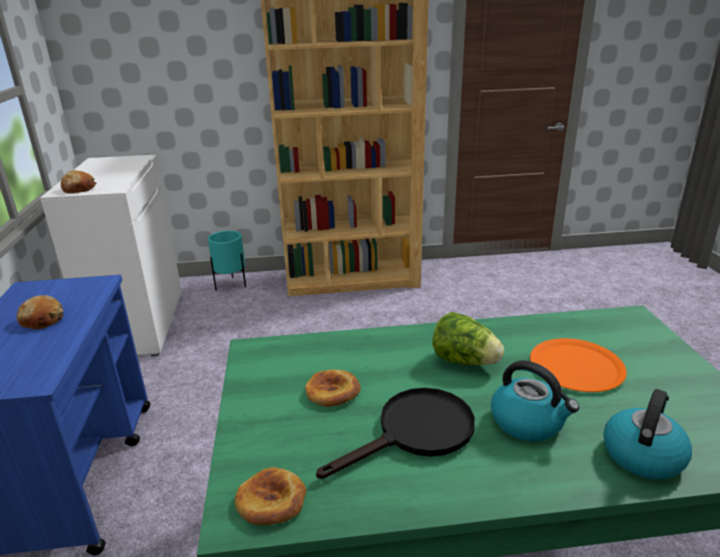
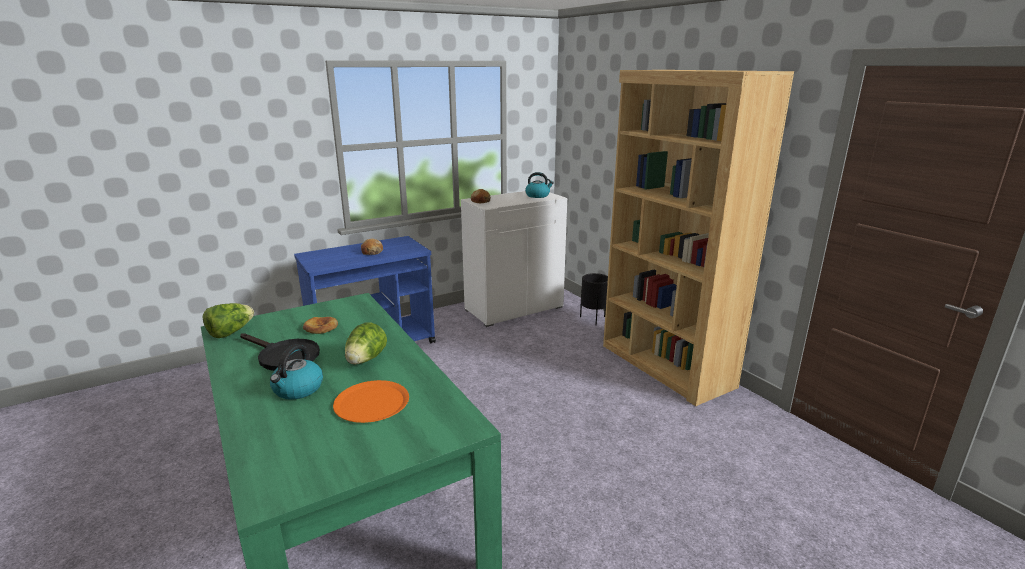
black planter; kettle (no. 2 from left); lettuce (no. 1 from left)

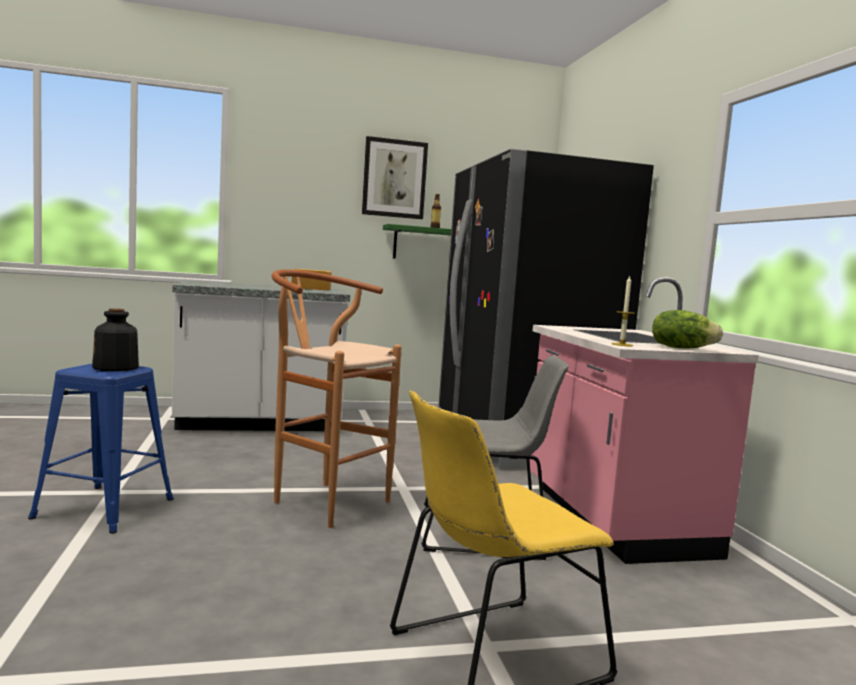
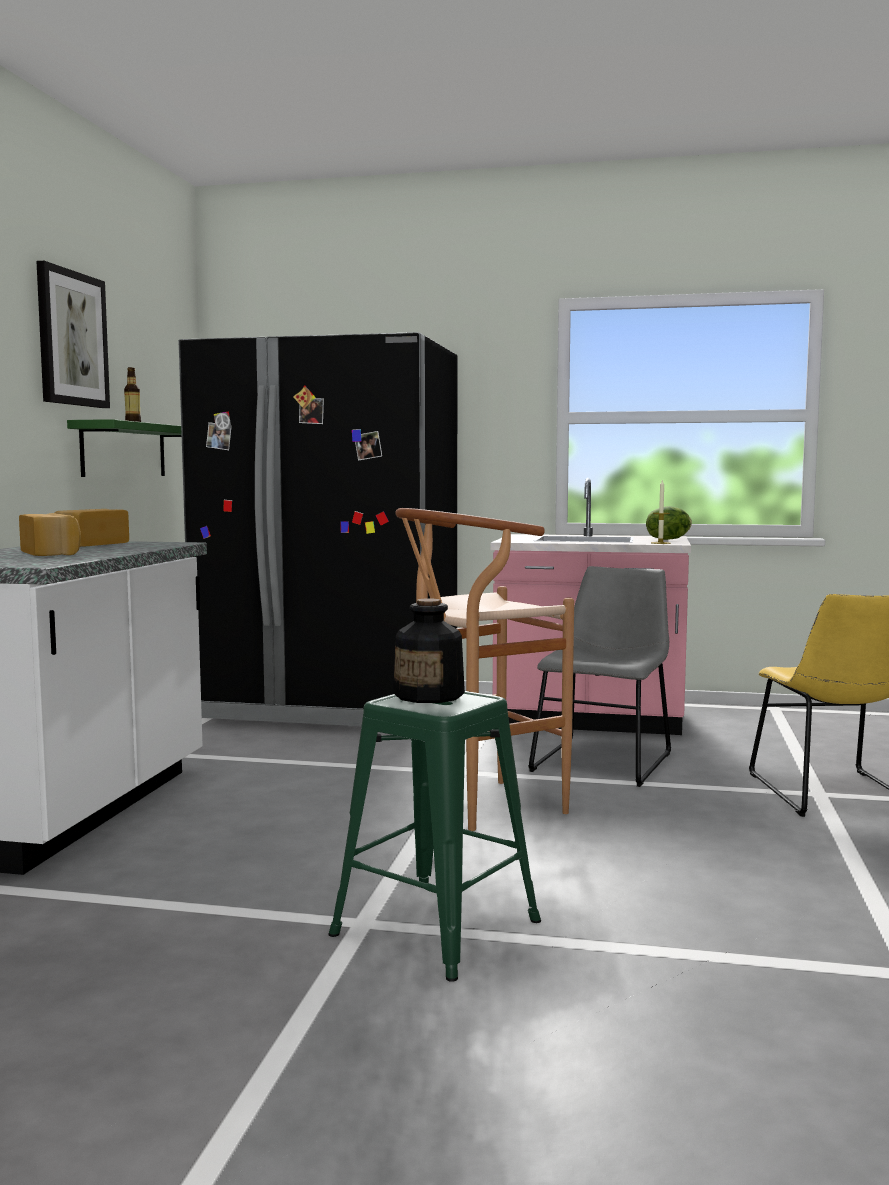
green stool; bread (no. 1 from left)

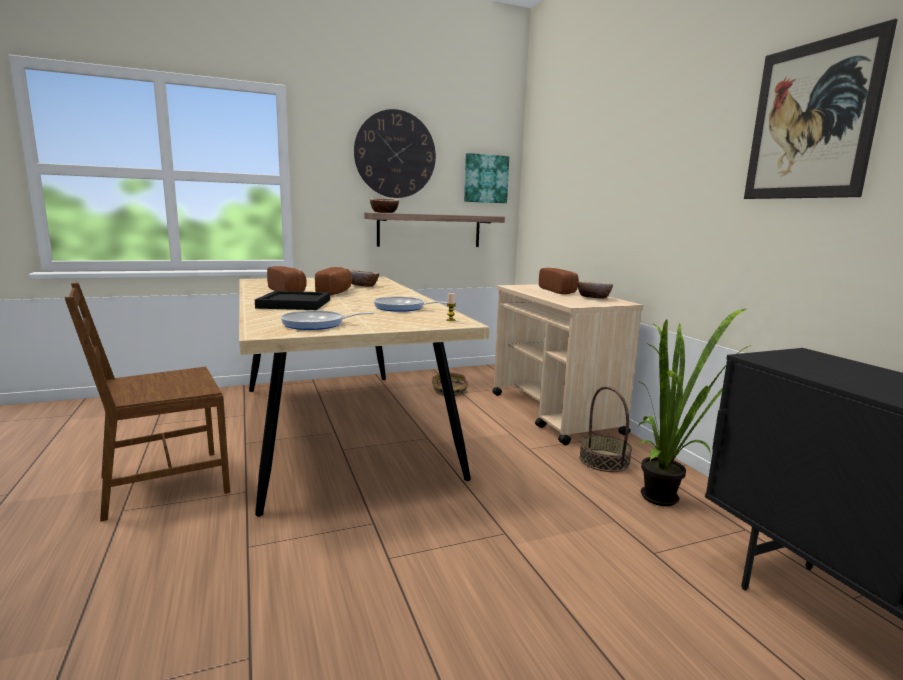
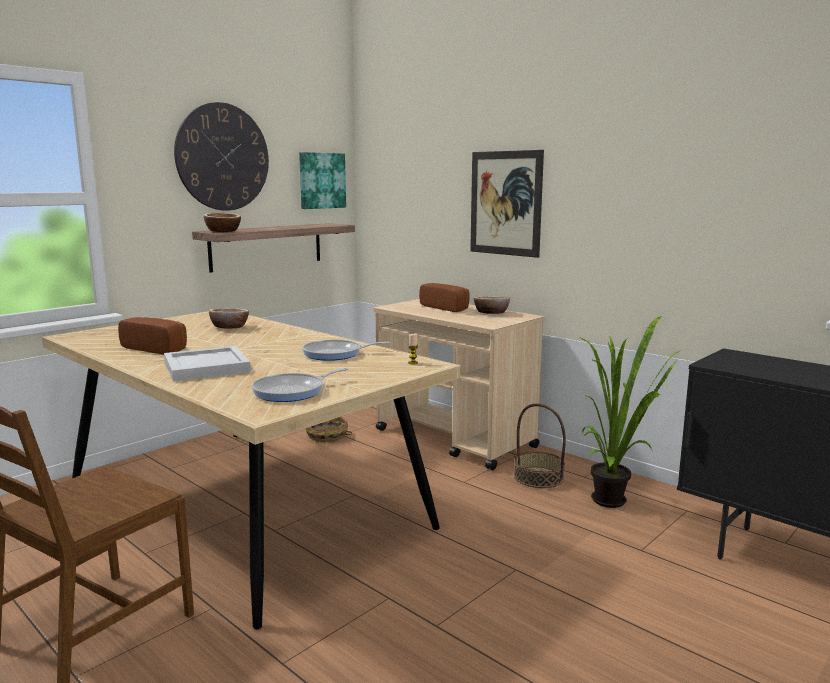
picture (no. 2 from left); bread (no. 2 from left in the first image); white tray

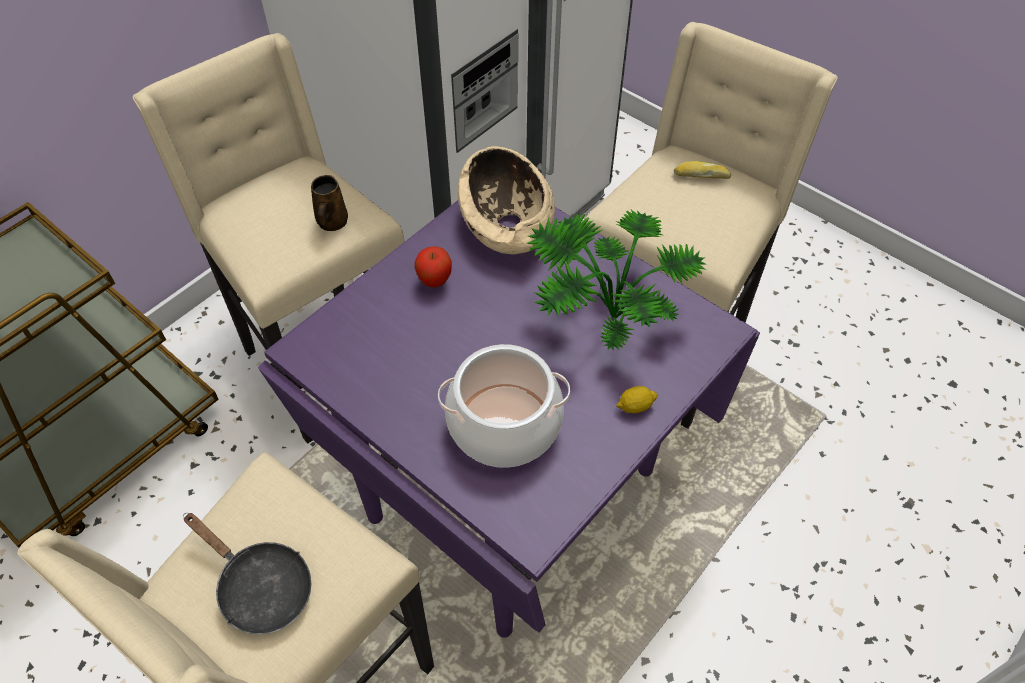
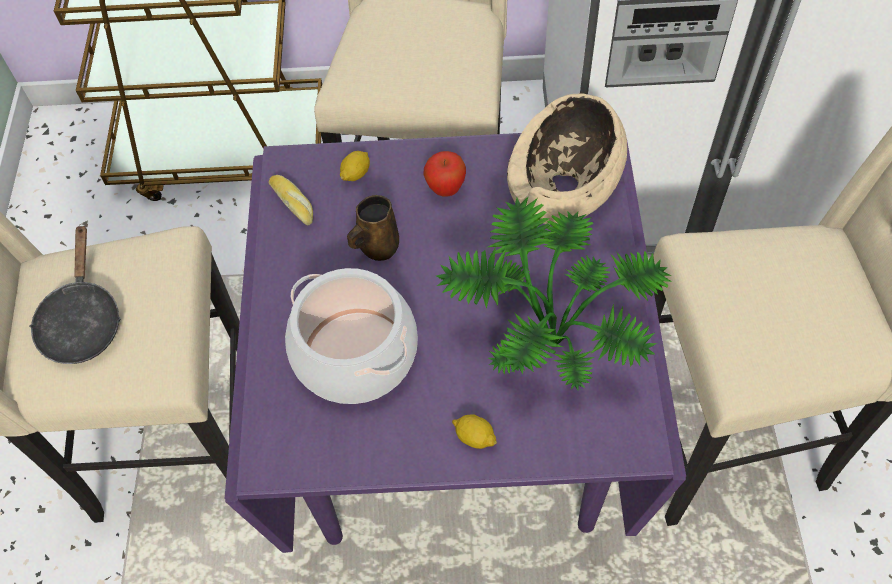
bread; brown mug; lemon (no. 1 from left)

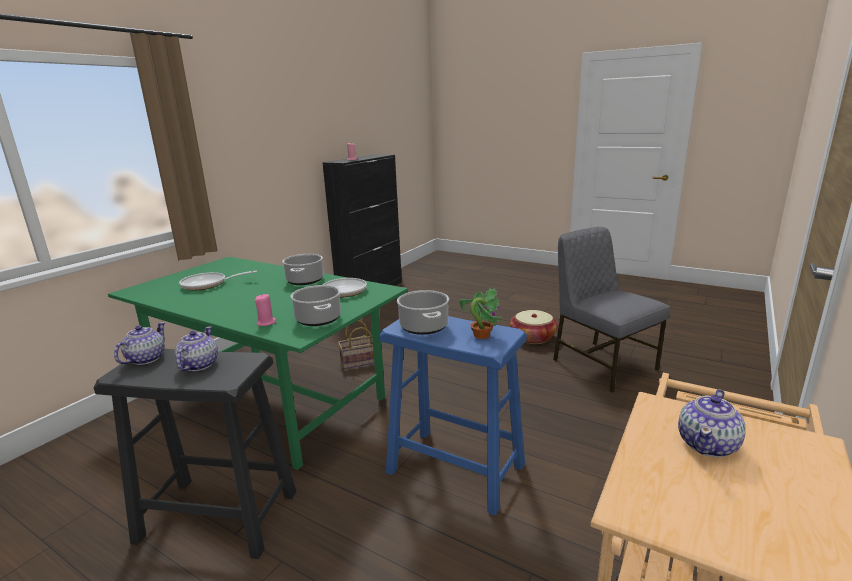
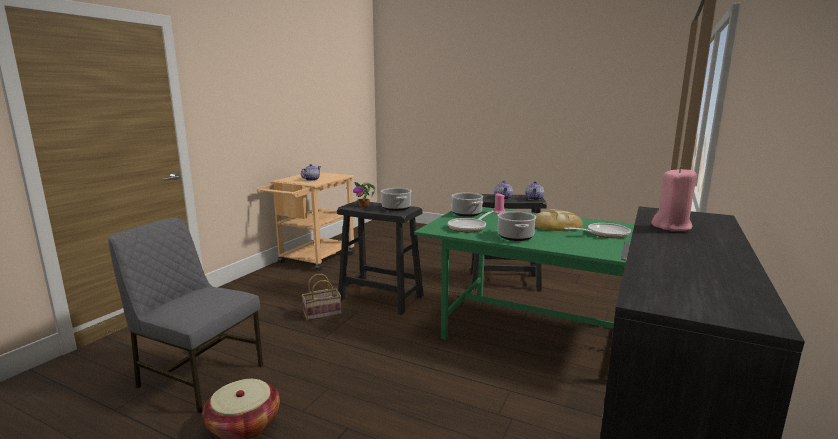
grey chair; black stool (no. 1 from left); basket (no. 2 from left); bread

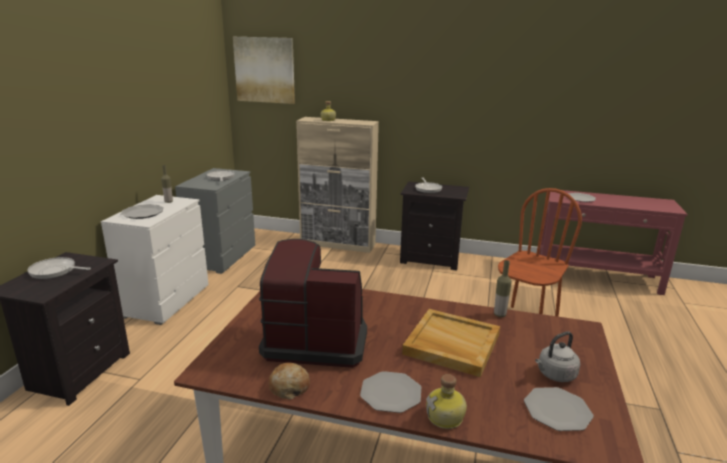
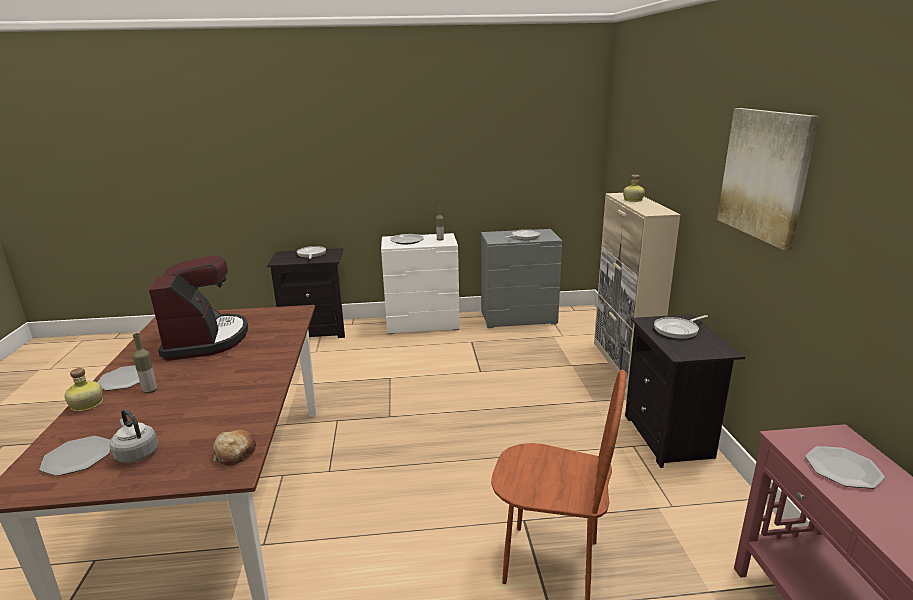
picture; bottle (no. 2 from left); beige tray; bread

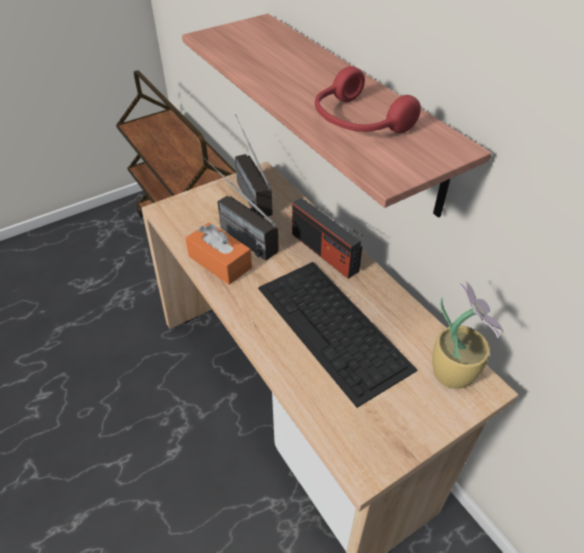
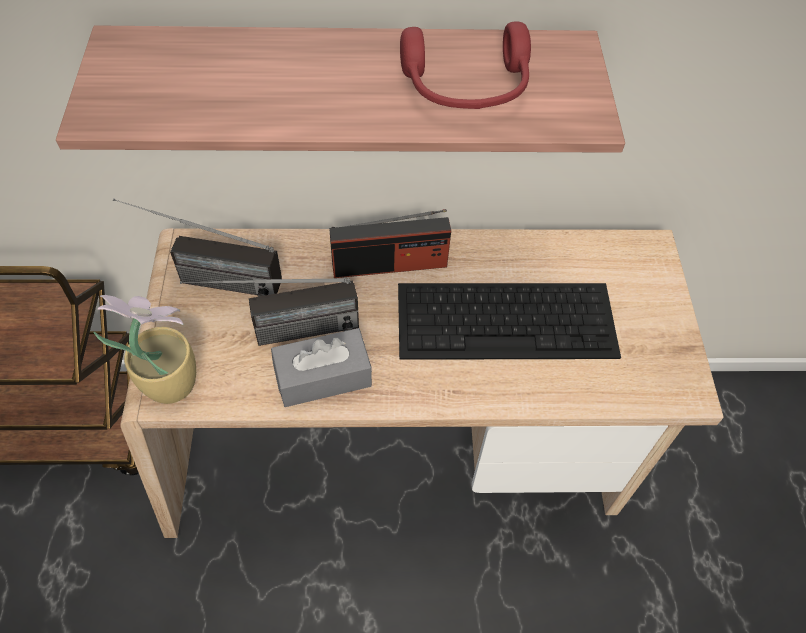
grey tissue box; potted plant

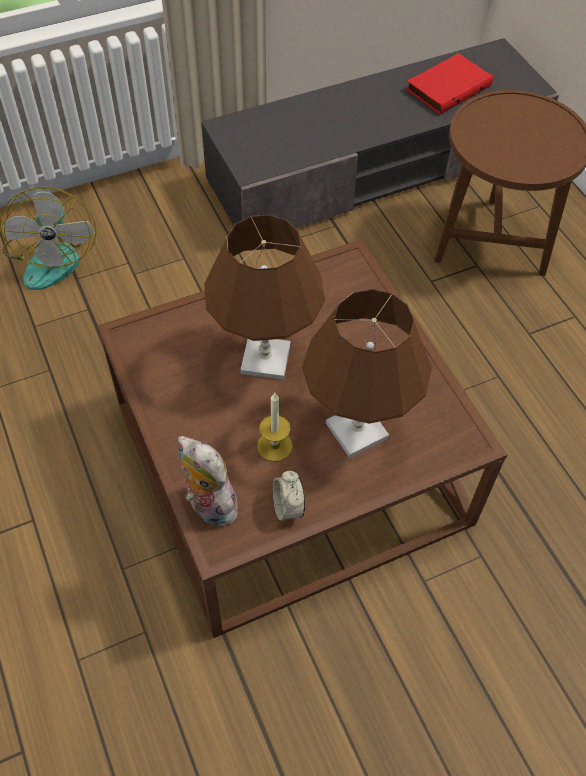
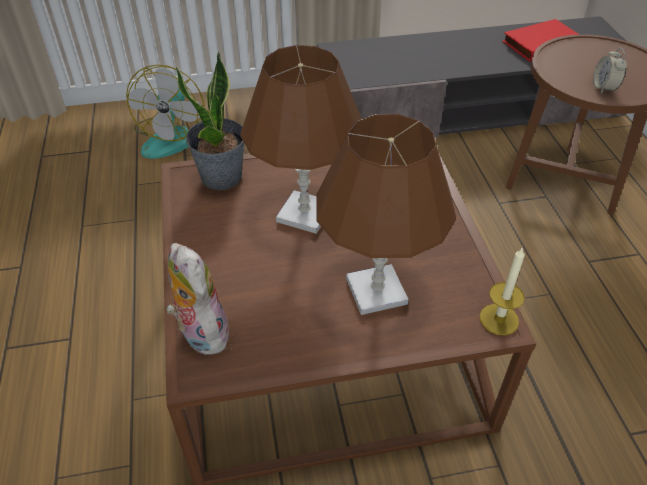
candle; alarm clock; potted plant

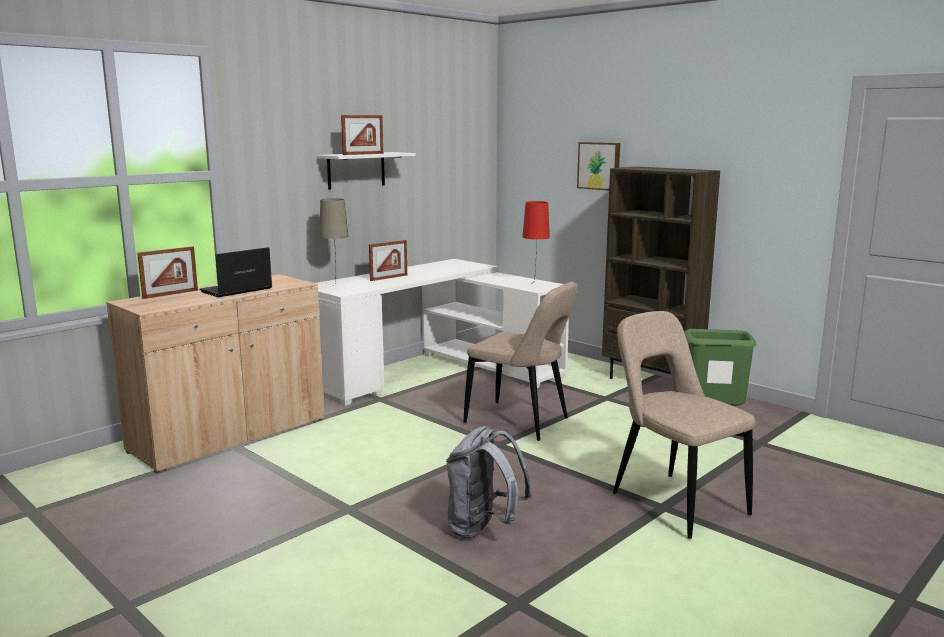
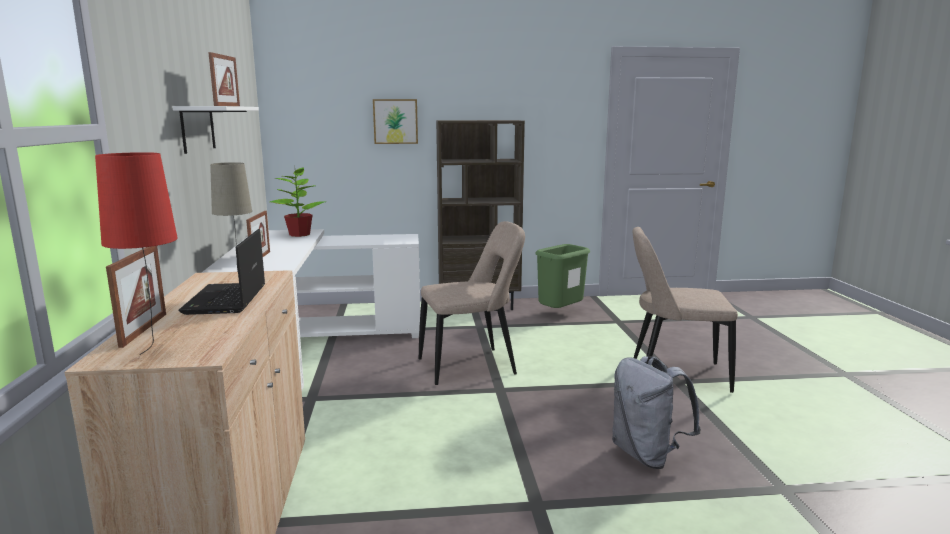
red table lamp; potted plant

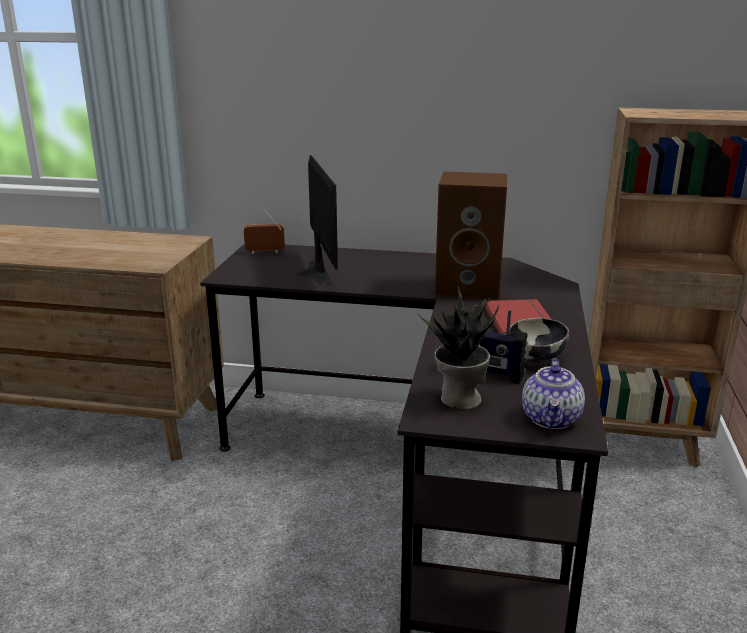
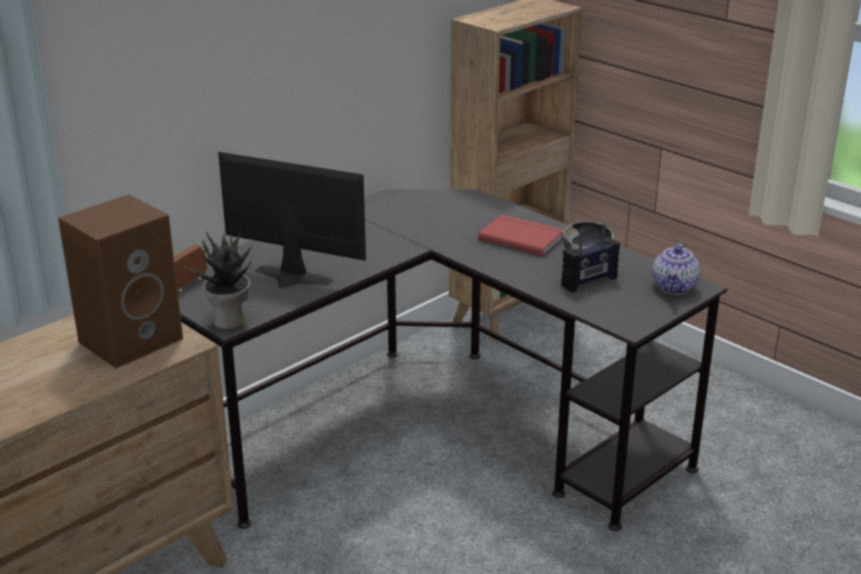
brown speaker; potted plant; teapot

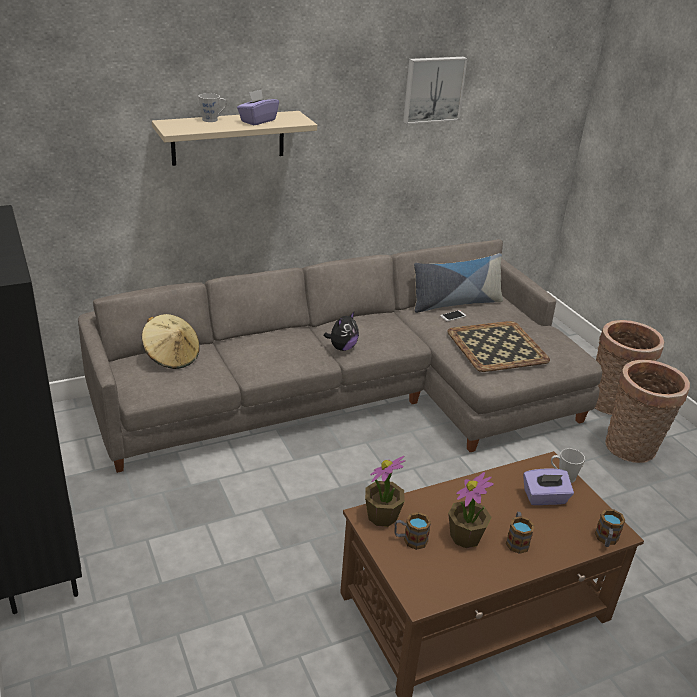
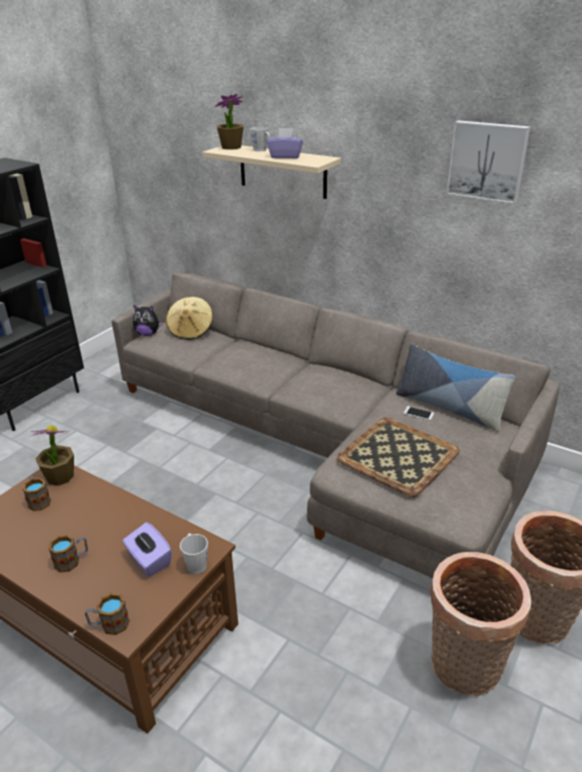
plush toy; potted plant (no. 2 from left)

